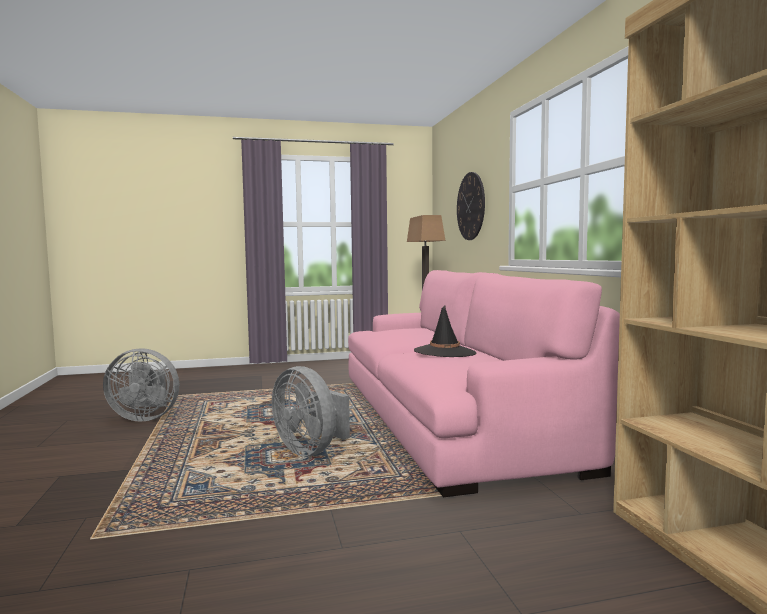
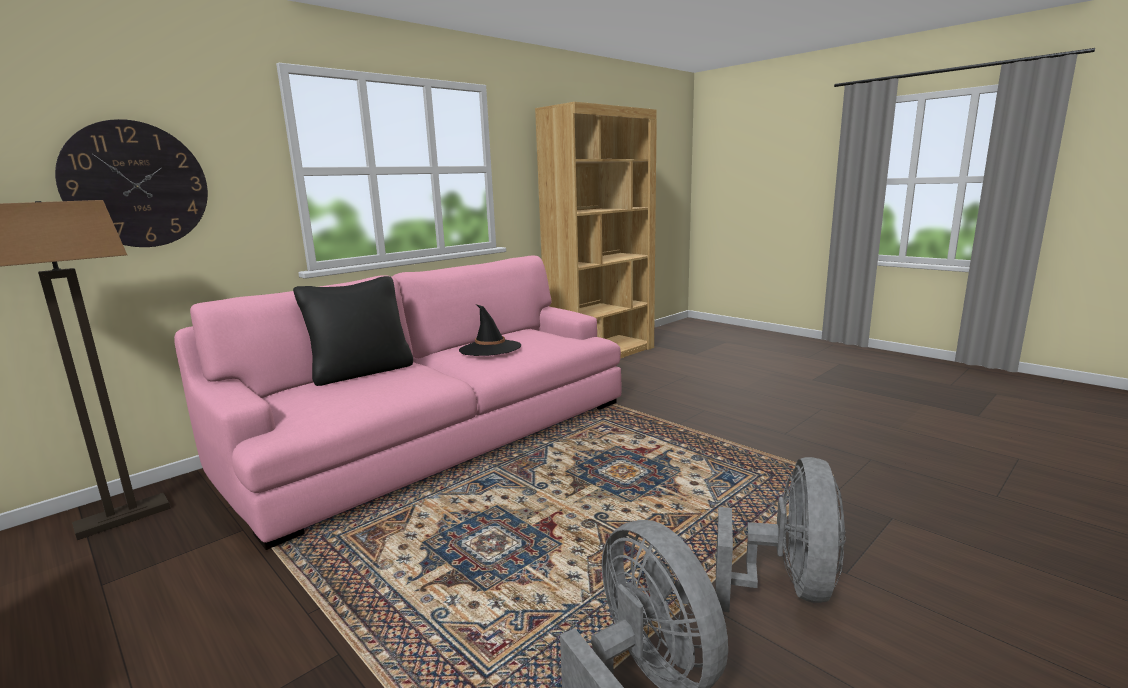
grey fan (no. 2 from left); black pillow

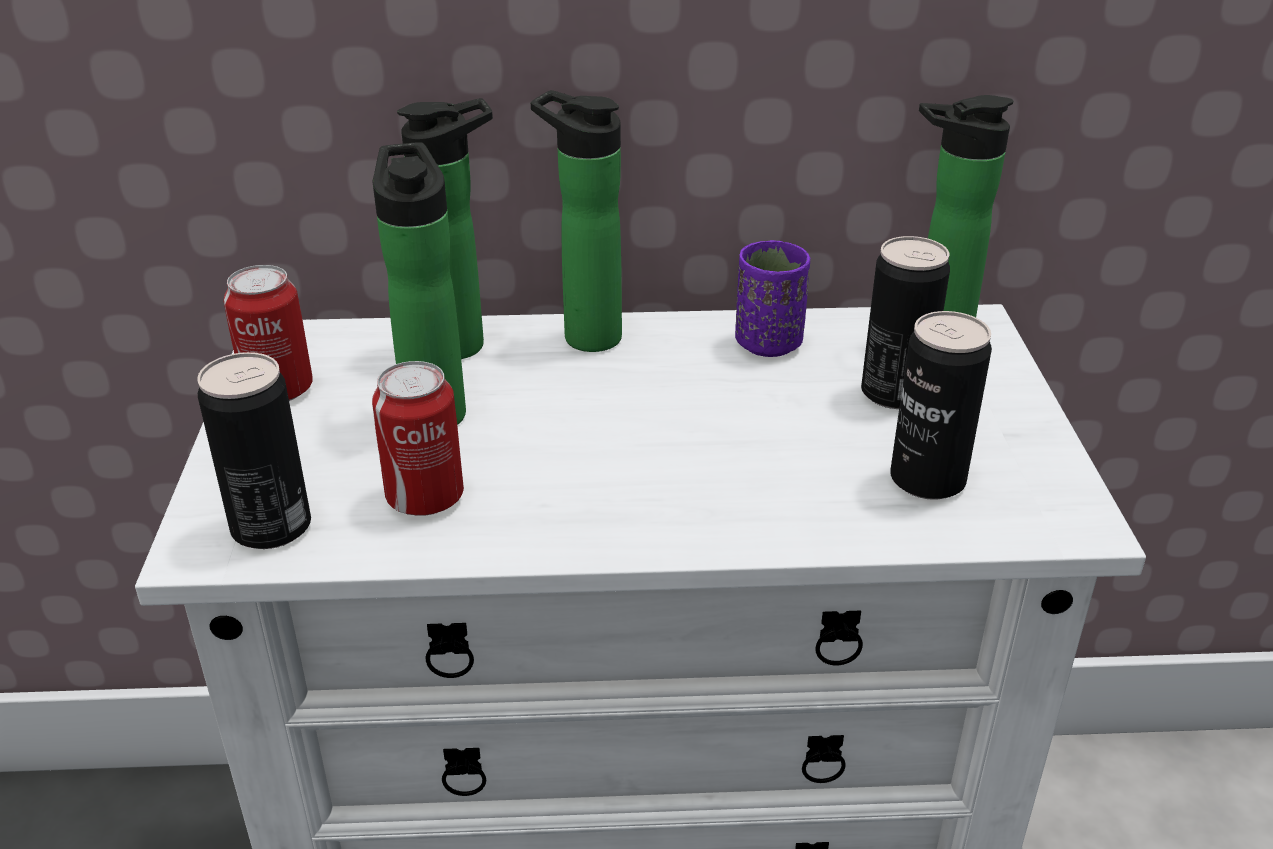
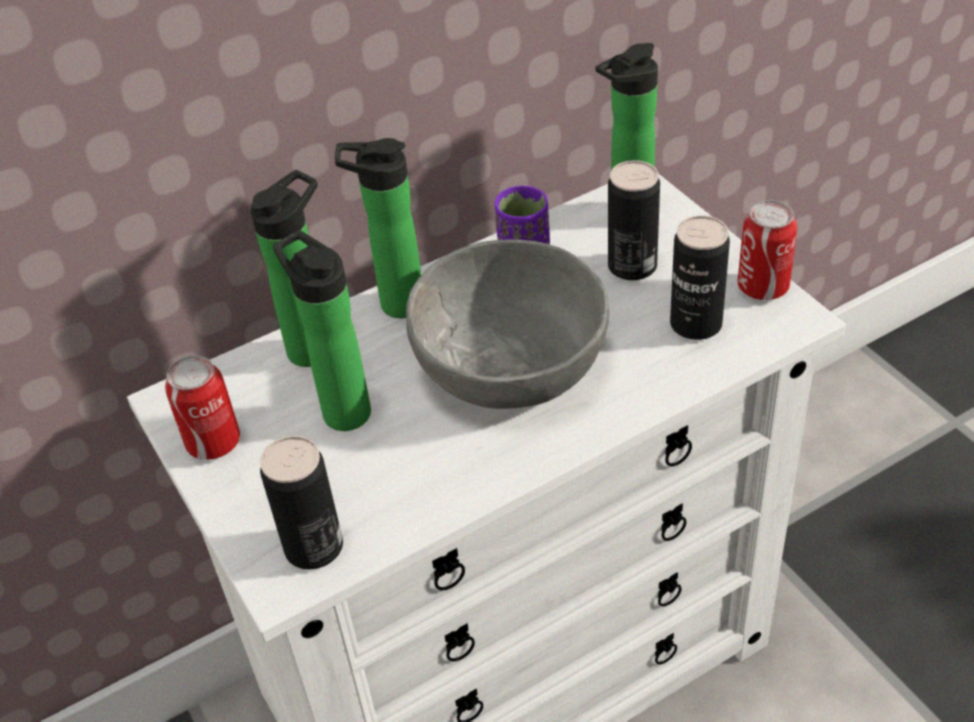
can (no. 5 from left); grey bowl

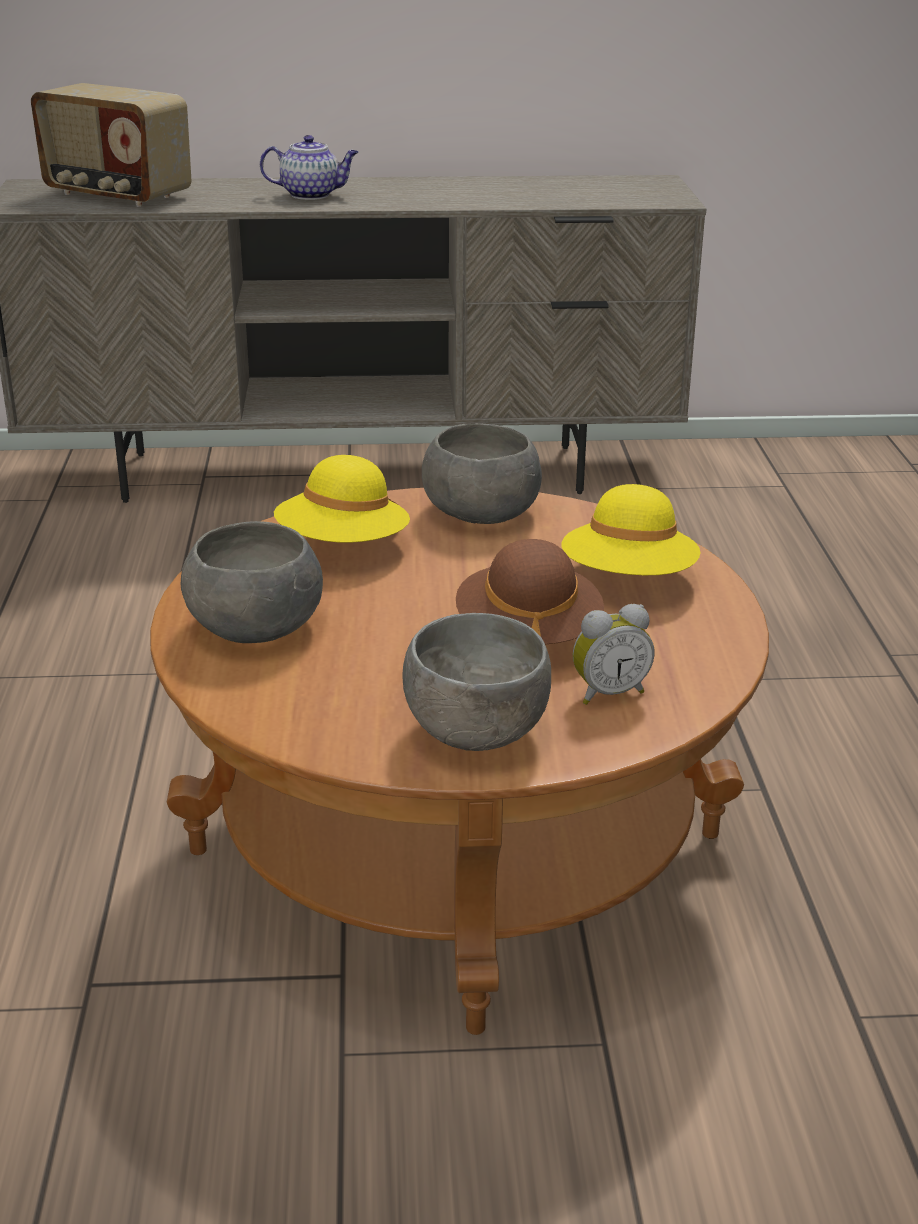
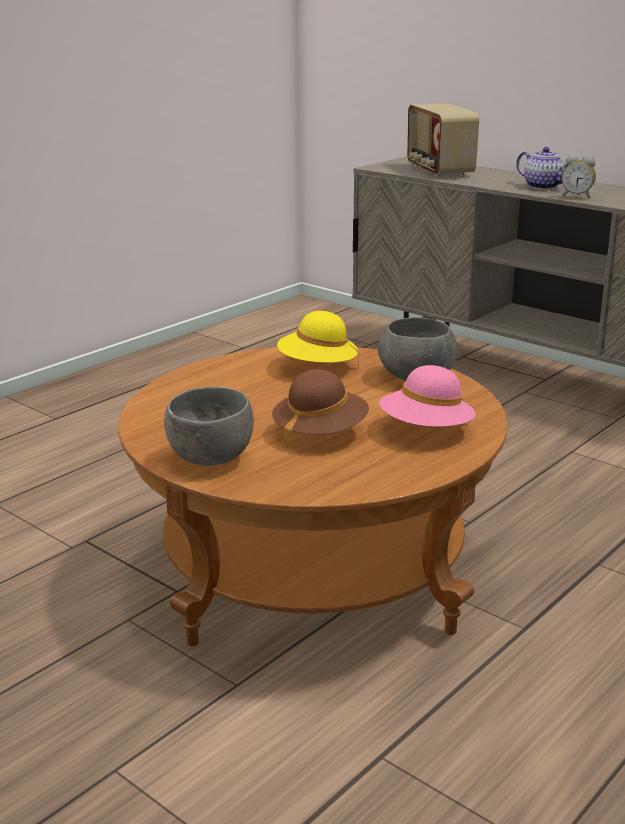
pink hat; grey bowl (no. 1 from left in the first image); alarm clock

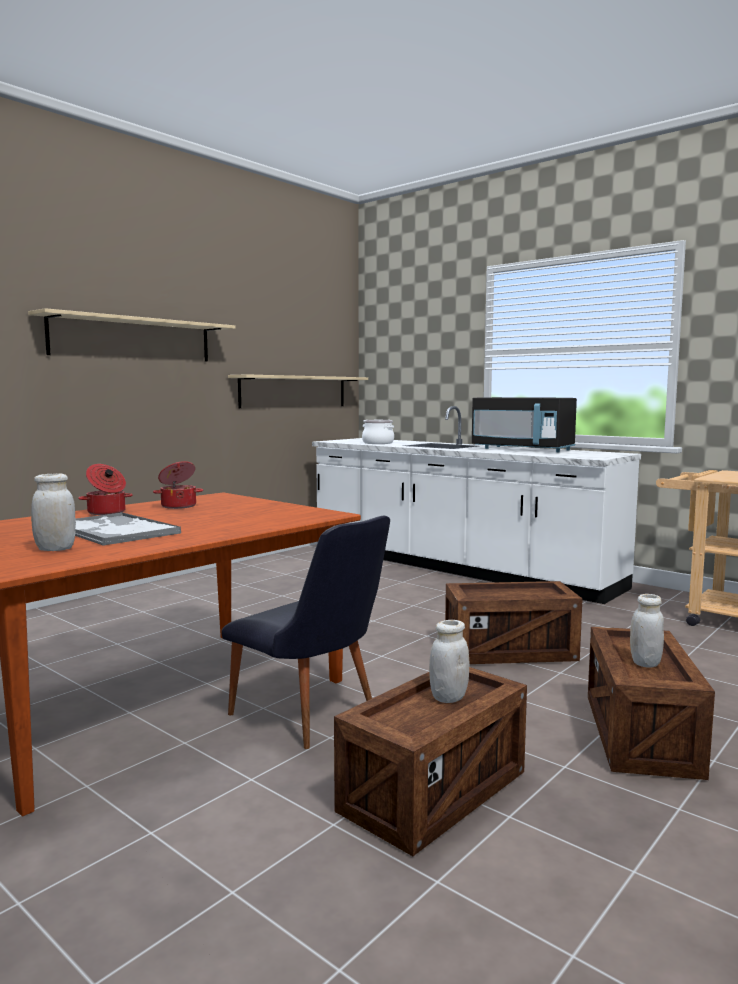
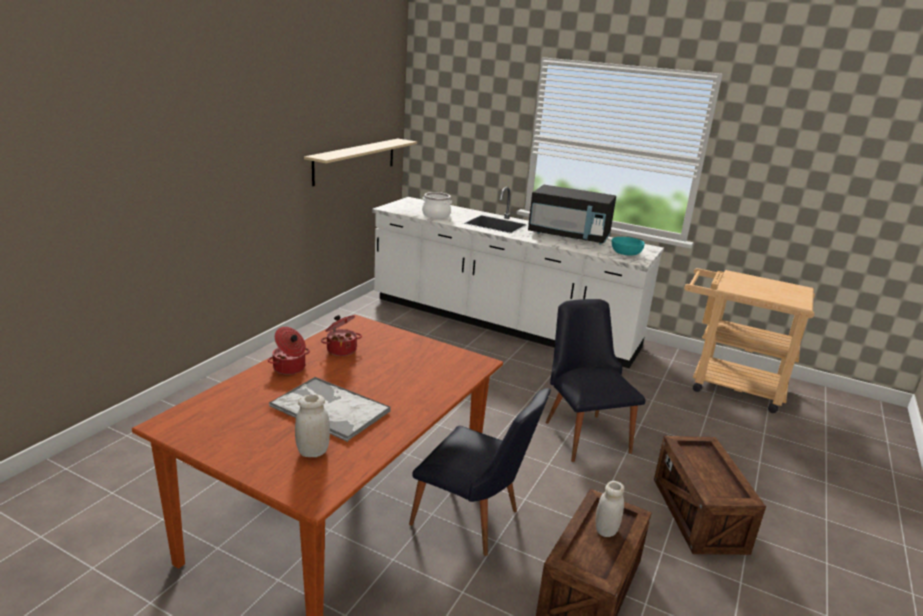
beige shelf (no. 1 from left in the first image); black chair (no. 2 from left); white jar (no. 3 from left in the first image); turquoise bowl

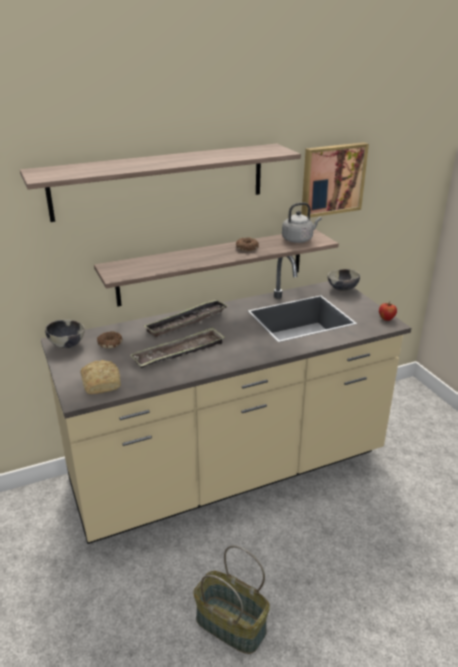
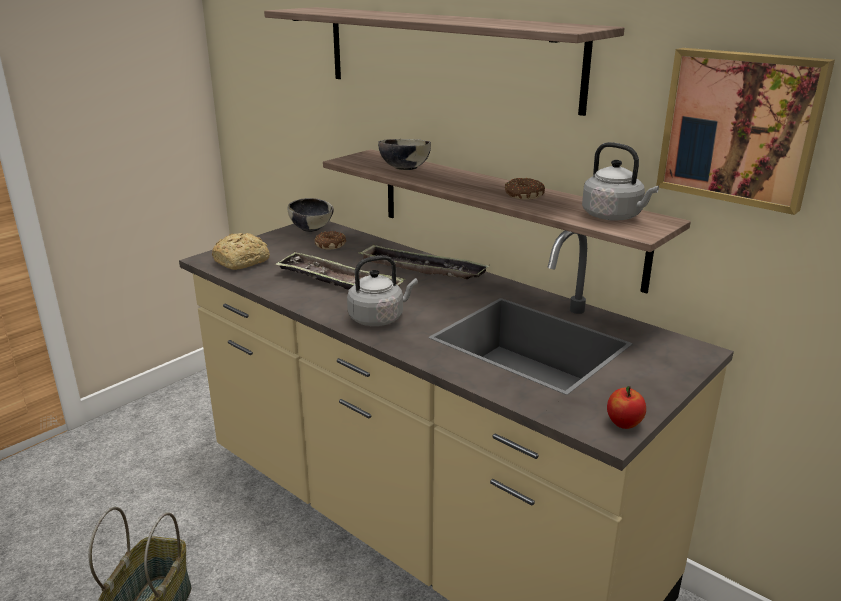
bowl (no. 2 from left); grey kettle (no. 1 from left)

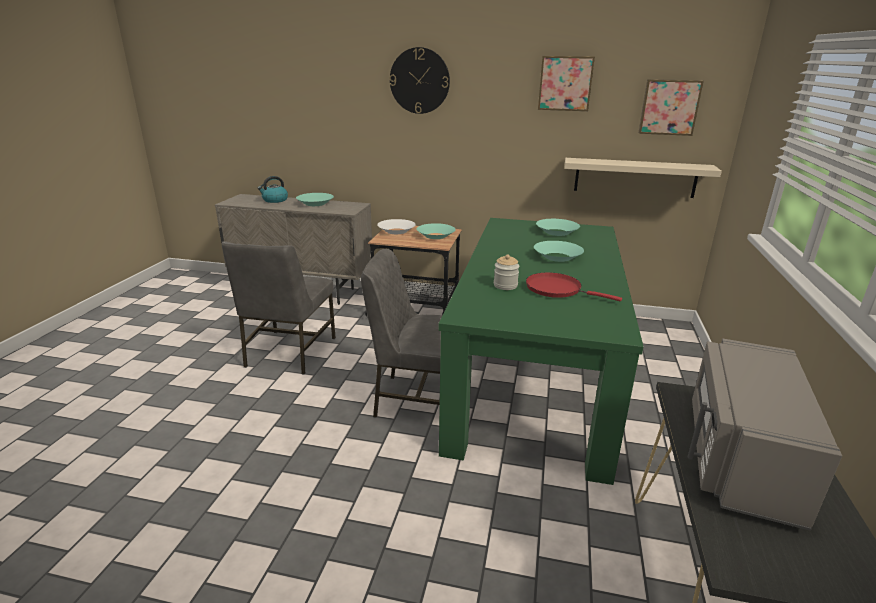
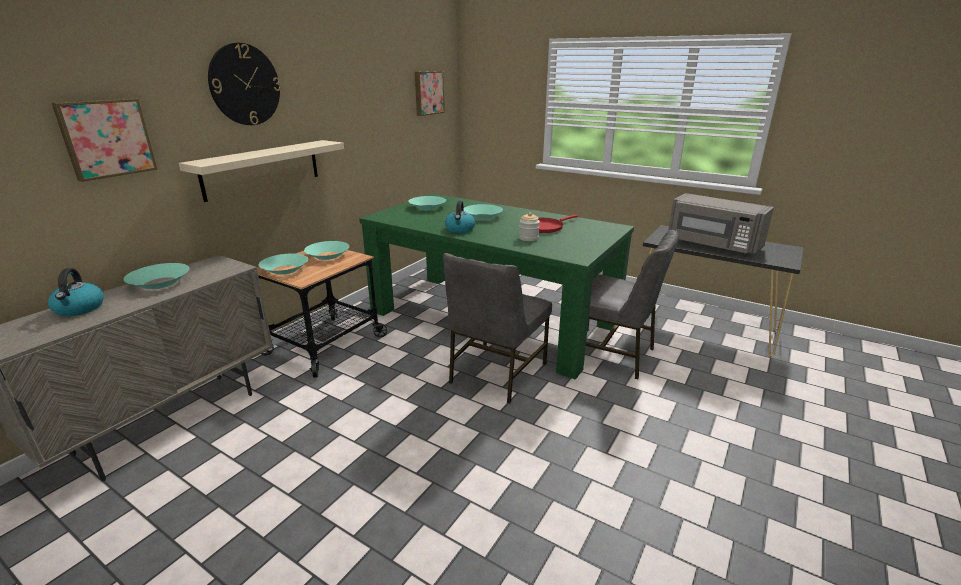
picture (no. 1 from left); beige shelf; turquoise bowl (no. 2 from left); grey chair (no. 2 from left); kettle (no. 2 from left)

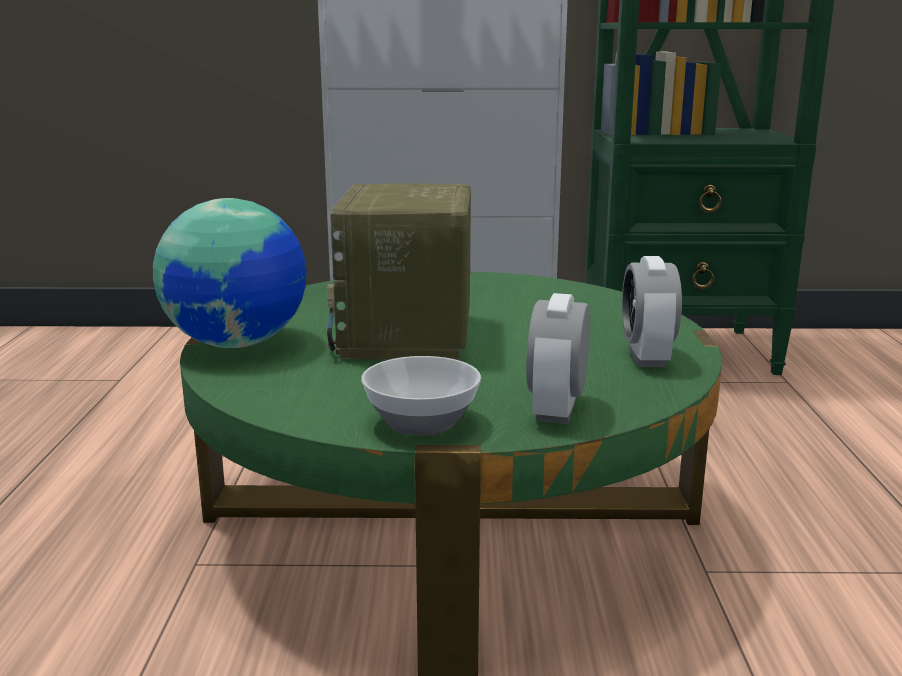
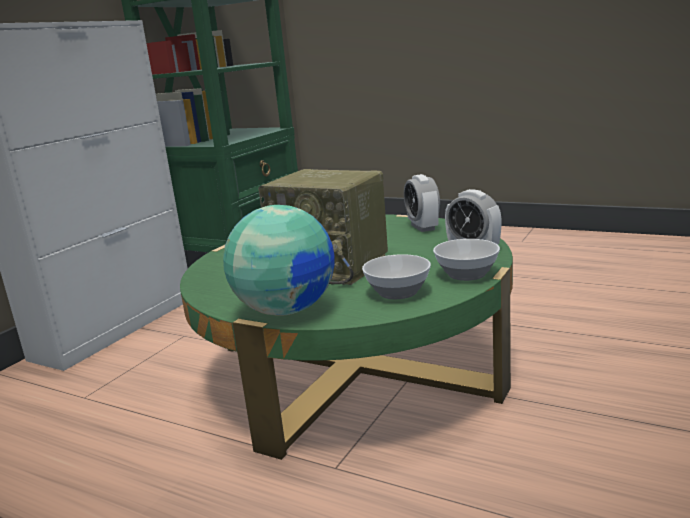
alarm clock (no. 1 from left); bowl (no. 1 from left)

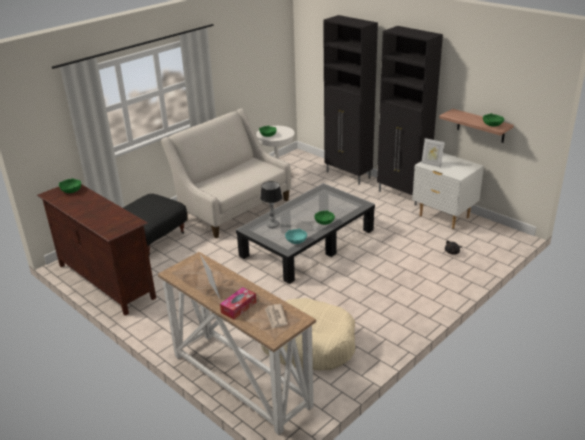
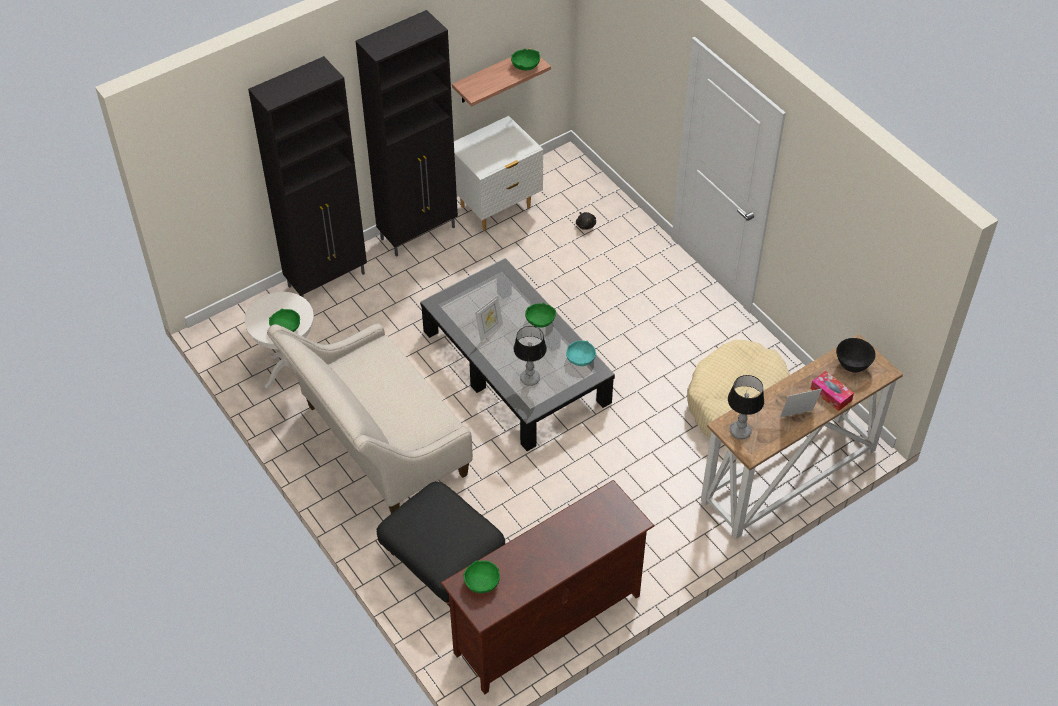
picture frame (no. 1 from left); black bowl; table lamp (no. 2 from left)

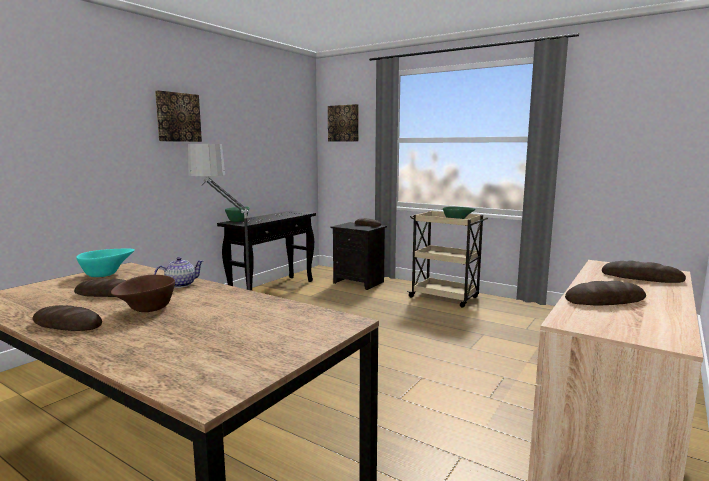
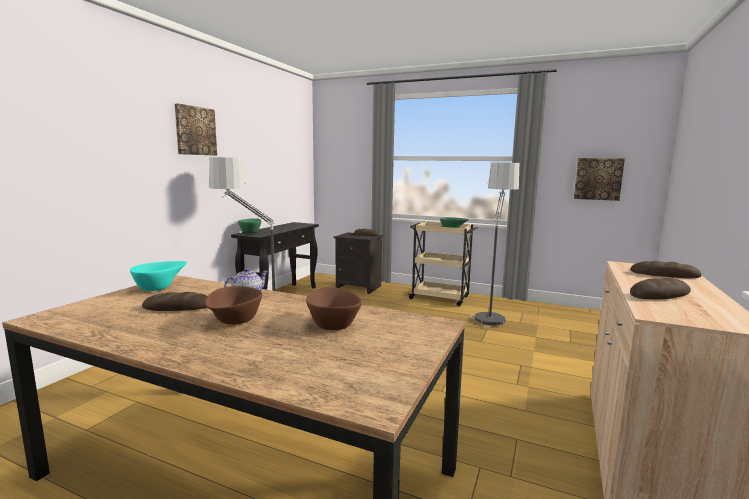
picture (no. 2 from left); bread (no. 1 from left in the first image); floor lamp (no. 2 from left); brown bowl (no. 2 from left)

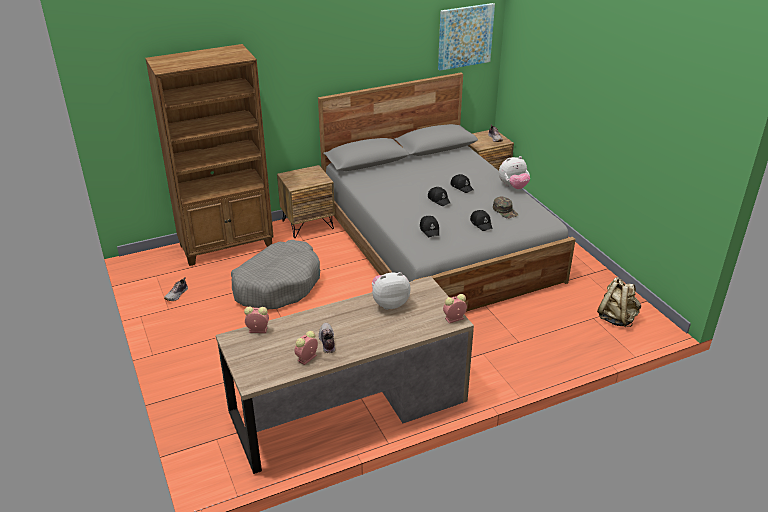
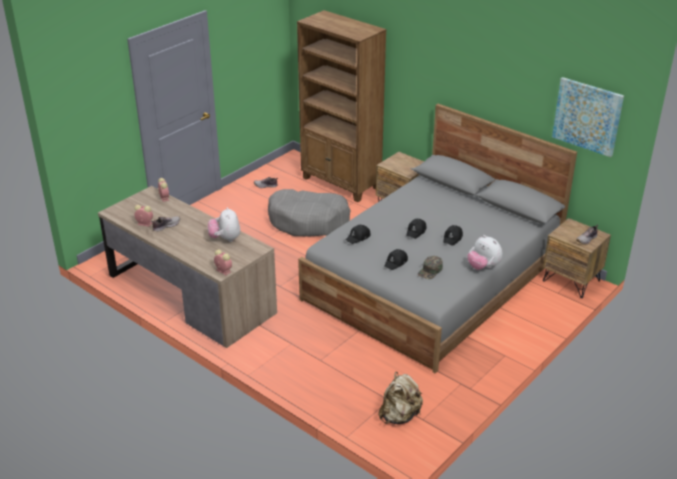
plush toy (no. 1 from left)

